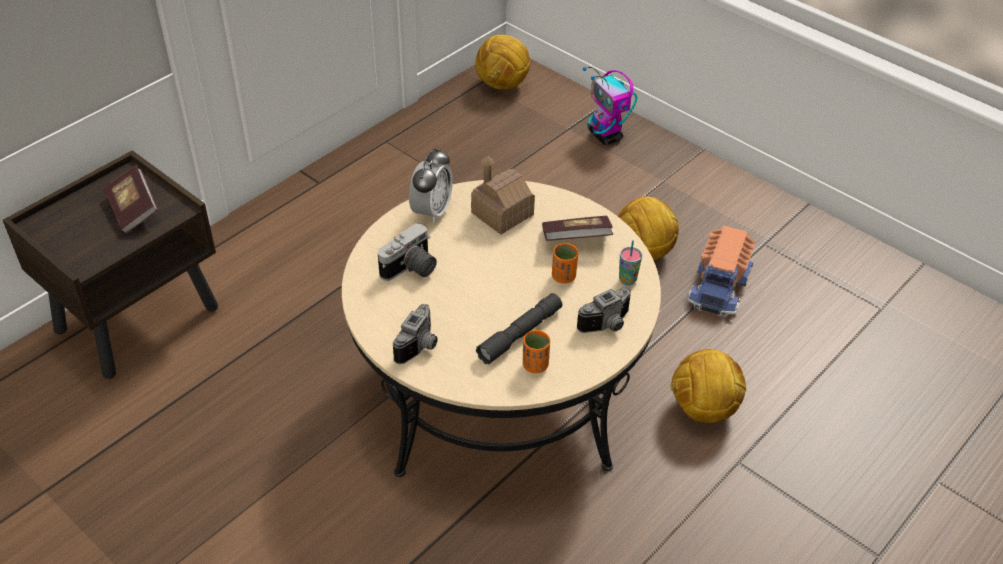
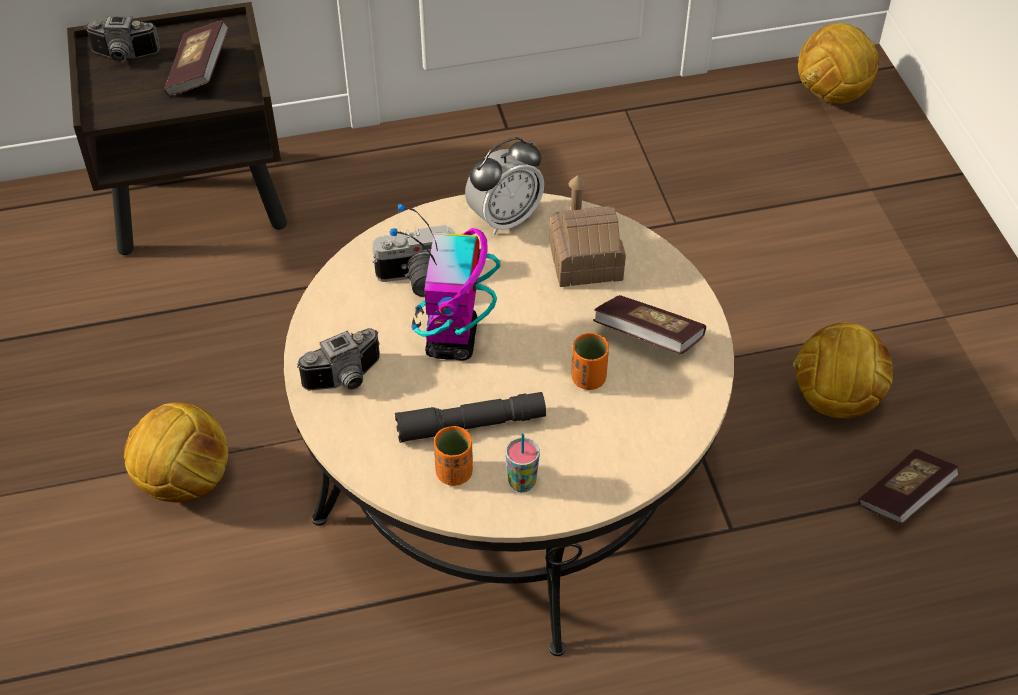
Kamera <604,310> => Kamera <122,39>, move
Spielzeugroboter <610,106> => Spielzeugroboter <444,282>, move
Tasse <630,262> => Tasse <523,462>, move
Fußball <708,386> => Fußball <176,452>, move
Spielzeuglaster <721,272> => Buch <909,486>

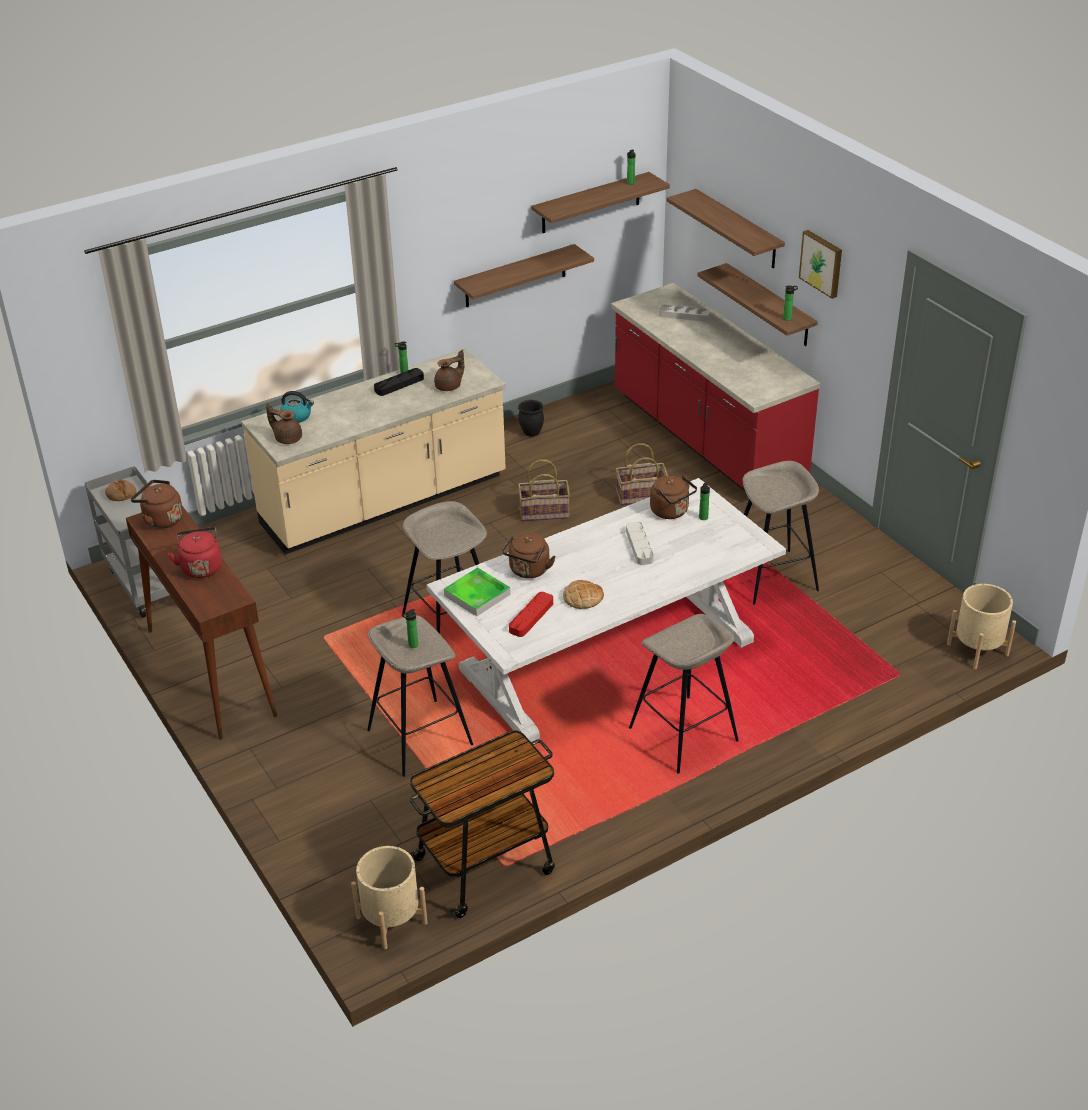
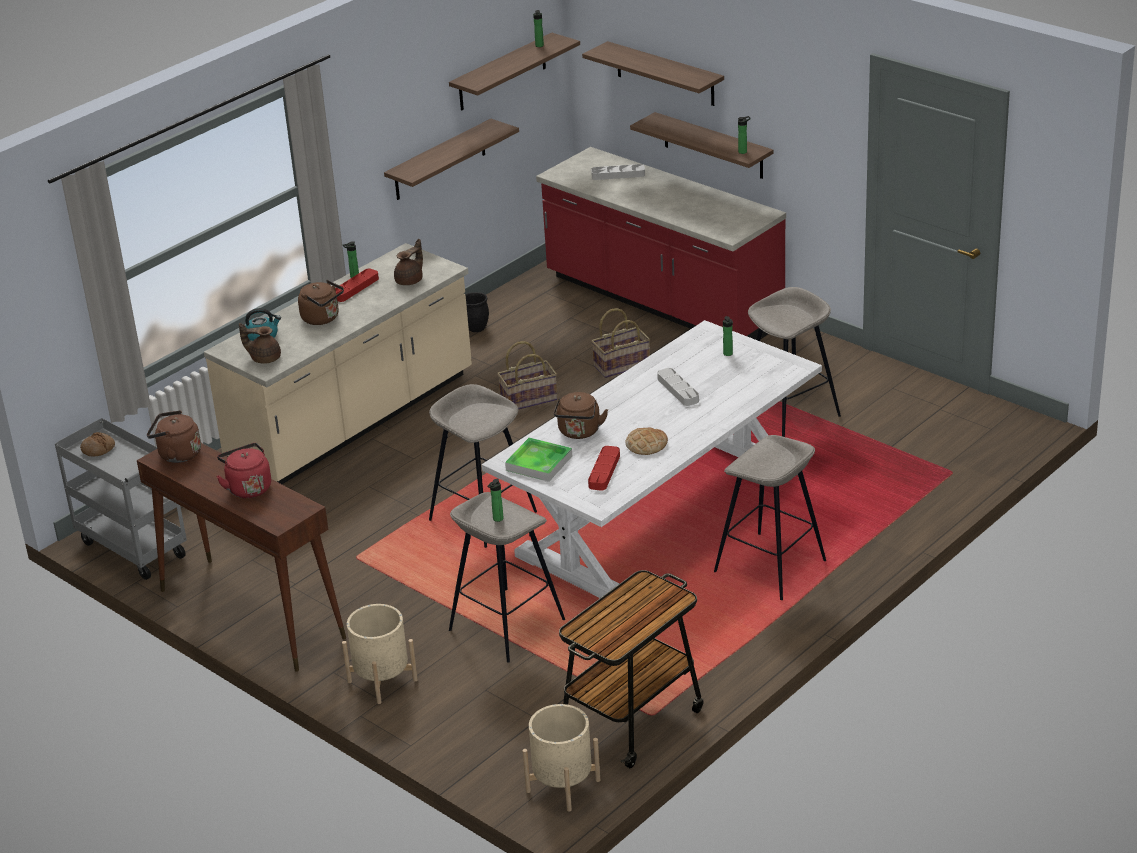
Tablett (schwarz) <399,382> => Tablett (rot) <357,285>
Wasserkessel (braun) <673,497> => Wasserkessel (braun) <321,302>, move
Bild <820,264> => nothing
Pflanzkübel (beige) <981,626> => Pflanzkübel (beige) <380,654>, move

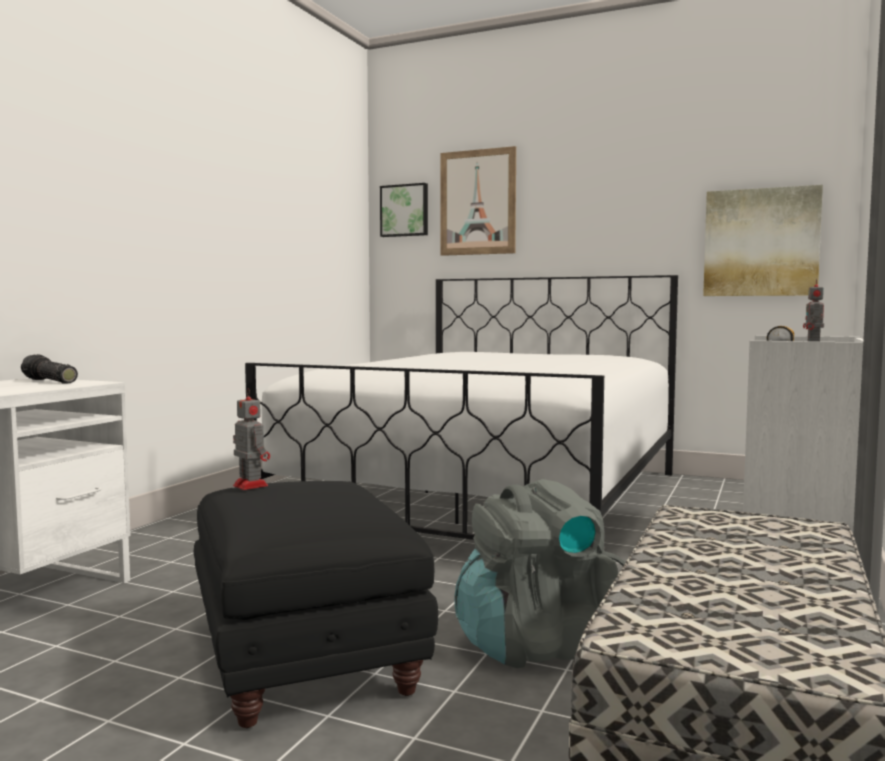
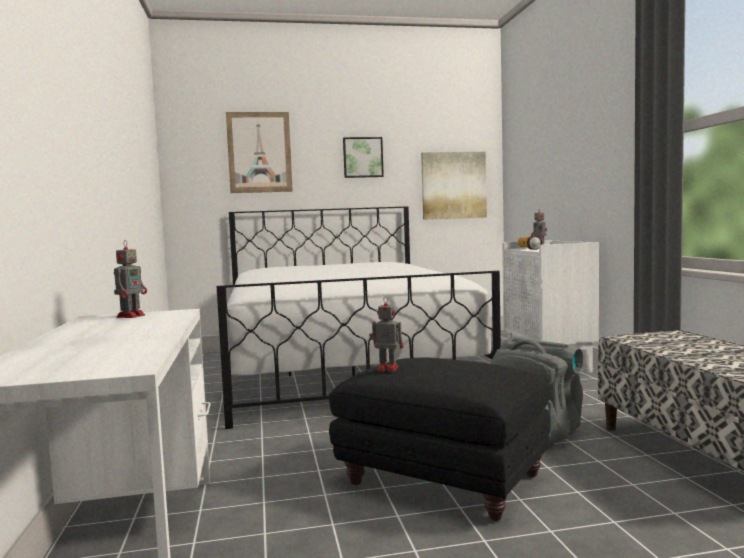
Taschenlampe <49,369> => Spielzeugroboter <130,279>
Bild <404,210> => Bild <363,157>, move

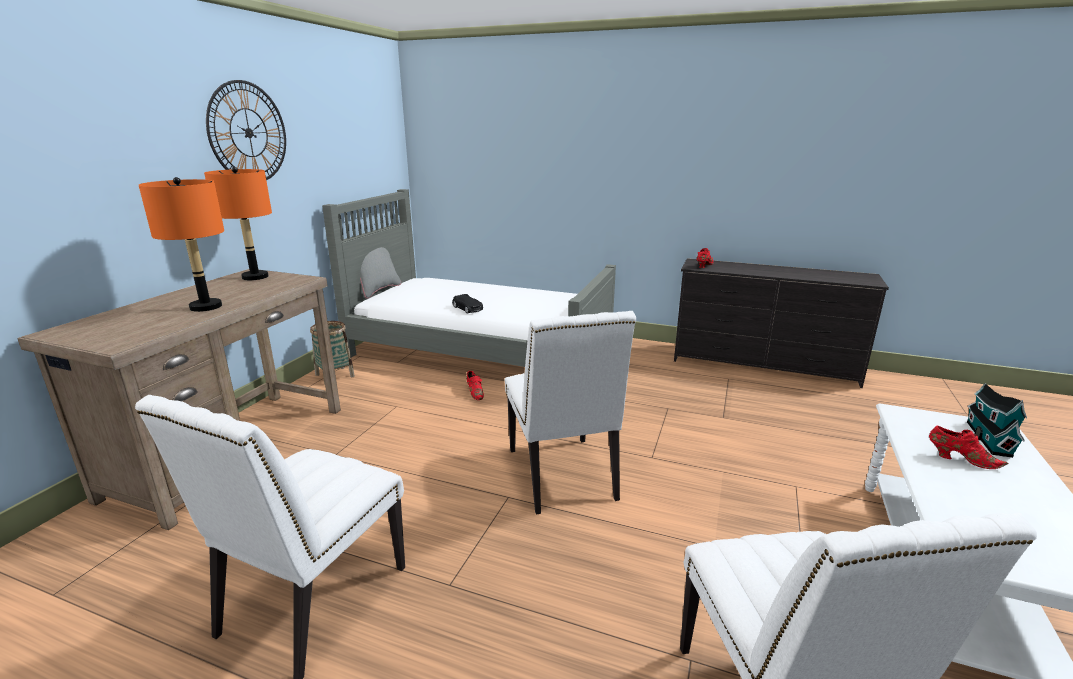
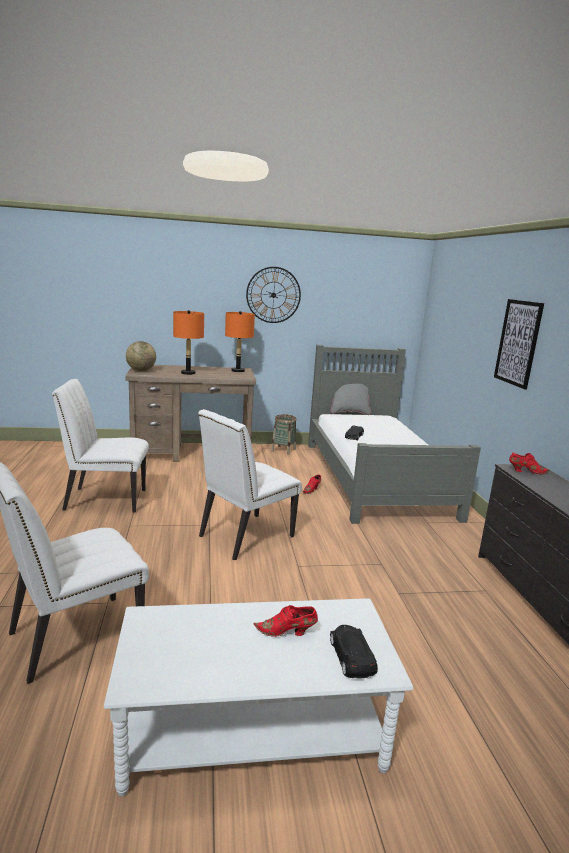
Schuh (rot) <968,447> => Schuh (rot) <286,621>, 90 degrees clockwise
Spielzeughaus <997,420> => Spielzeugauto (schwarz) <354,652>
nothing => Globus <141,356>
nothing => Bild <519,344>

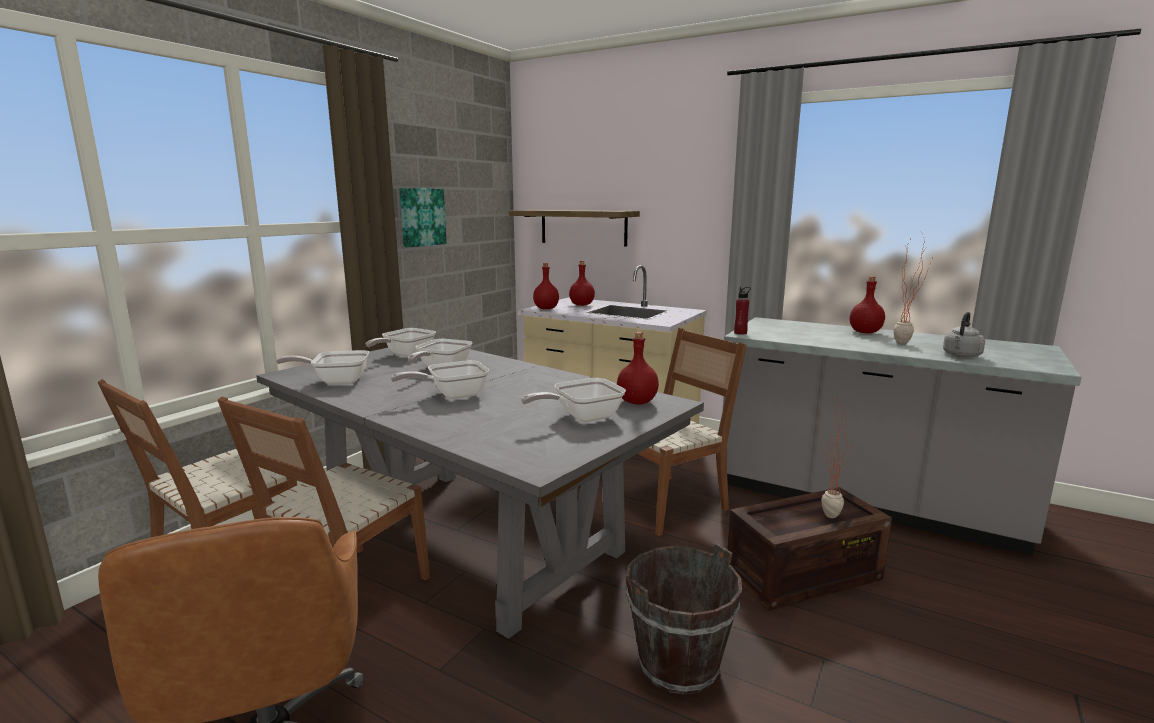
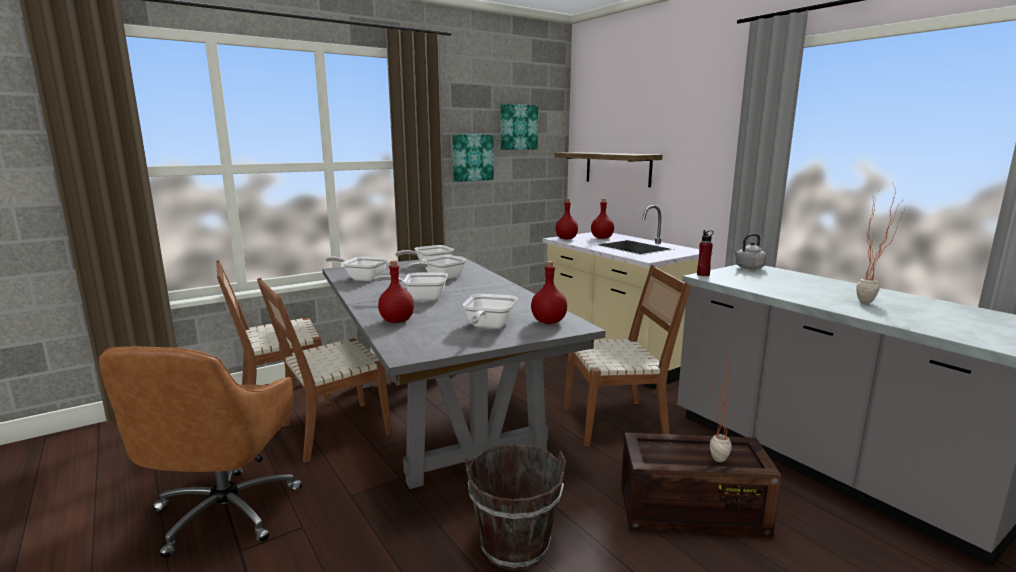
Pfanne <573,400> => Pfanne <490,311>, 75 degrees counterclockwise
Flasche (rot) <867,304> => Flasche (rot) <396,292>, move
Wasserkessel (grau) <964,335> => Wasserkessel (grau) <749,251>, move
nothing => Bild <519,127>

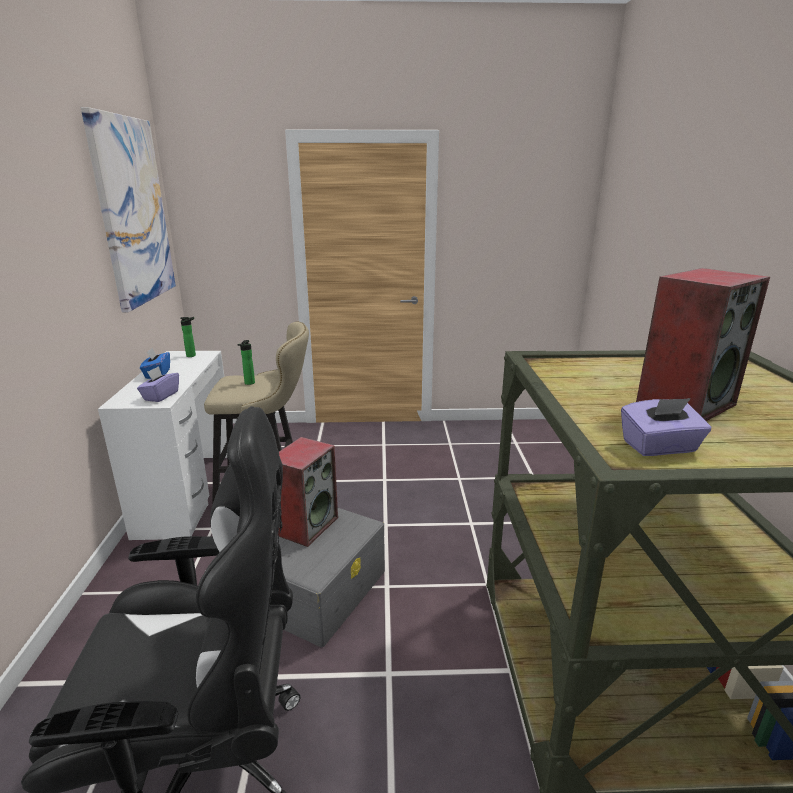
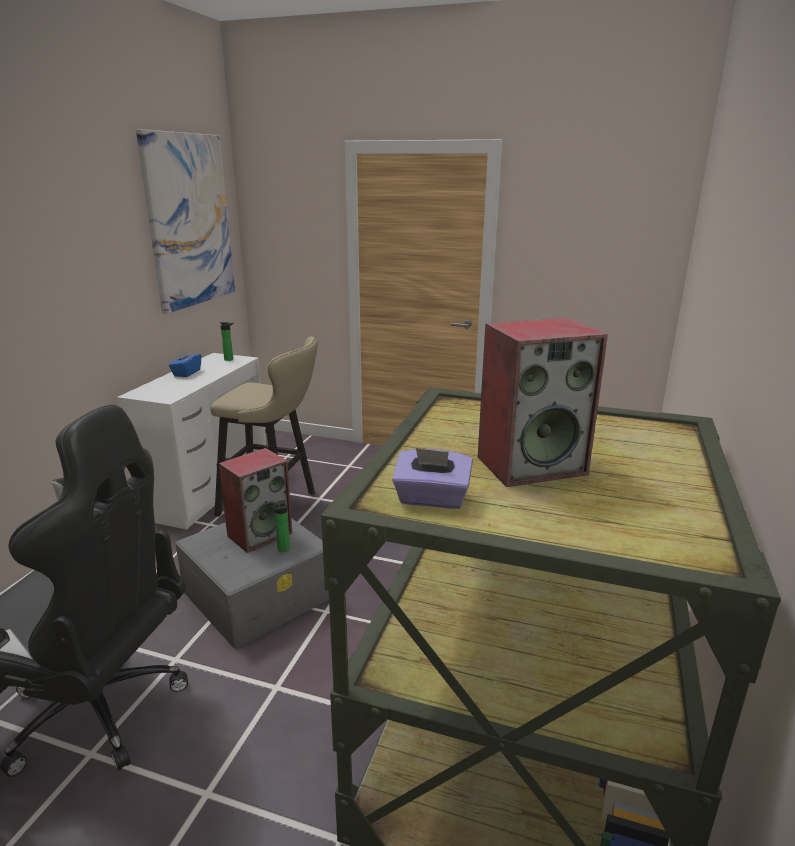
Taschentuchbox (lila) <158,384> => nothing
Flasche <246,362> => Flasche <279,526>, move

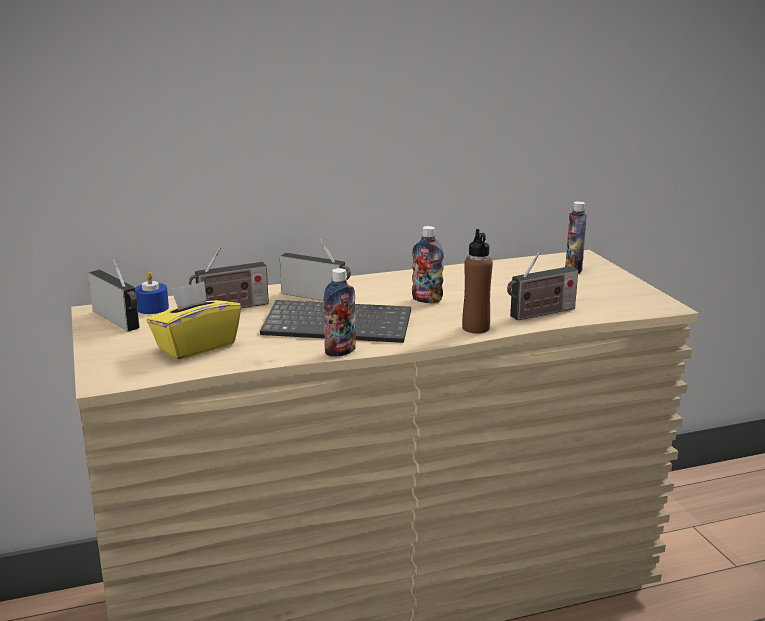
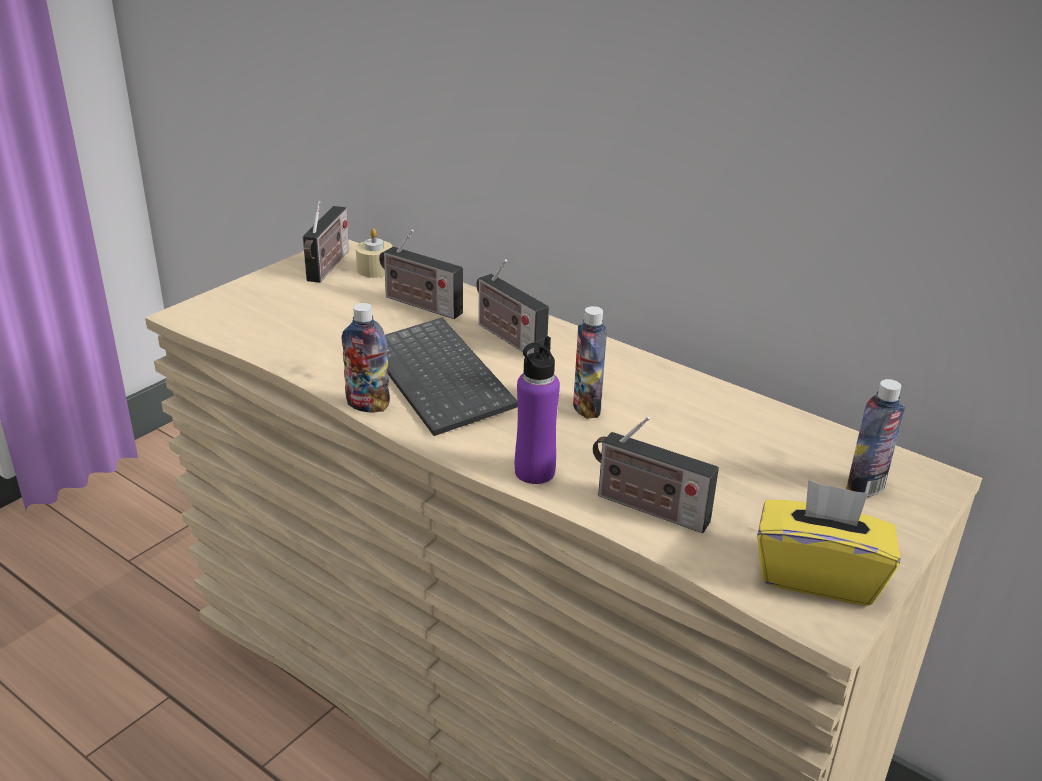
Kerze (blau) <152,293> => Kerze (beige) <374,253>
Taschentuchbox (gelb) <194,320> => Taschentuchbox (gelb) <828,543>, move
Radio <315,270> => Radio <512,307>, 150 degrees clockwise
Flasche (braun) <477,281> => Flasche (lila) <537,410>

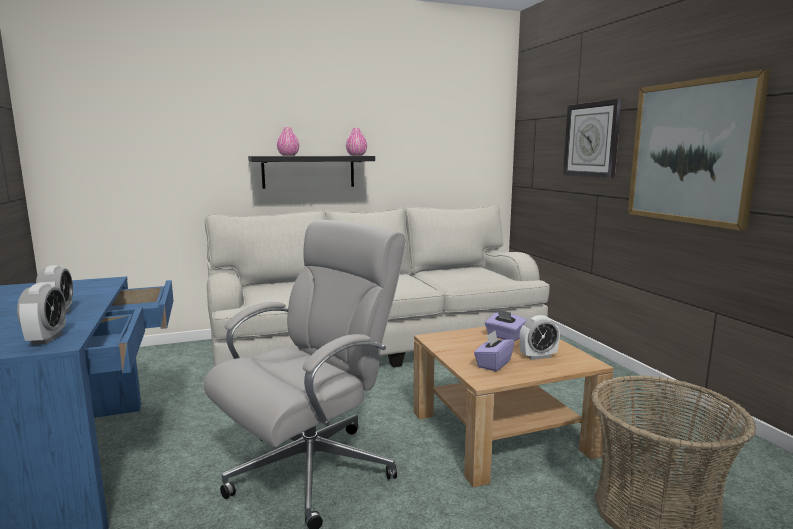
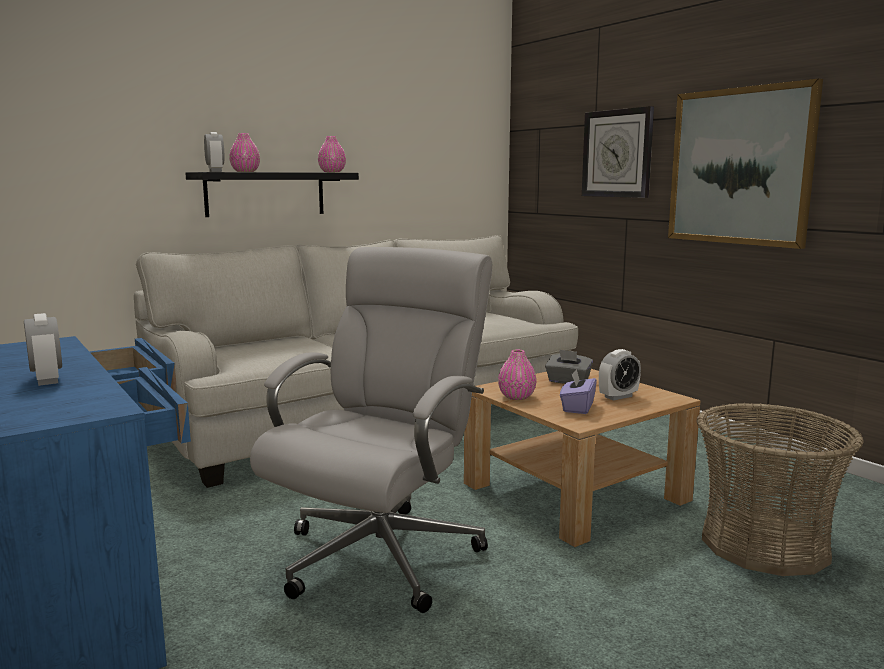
Wecker <41,314> => Wecker <214,152>, move
Taschentuchbox (lila) <506,325> => Taschentuchbox (grau) <569,366>
nothing => Vase (rosa) <517,374>

